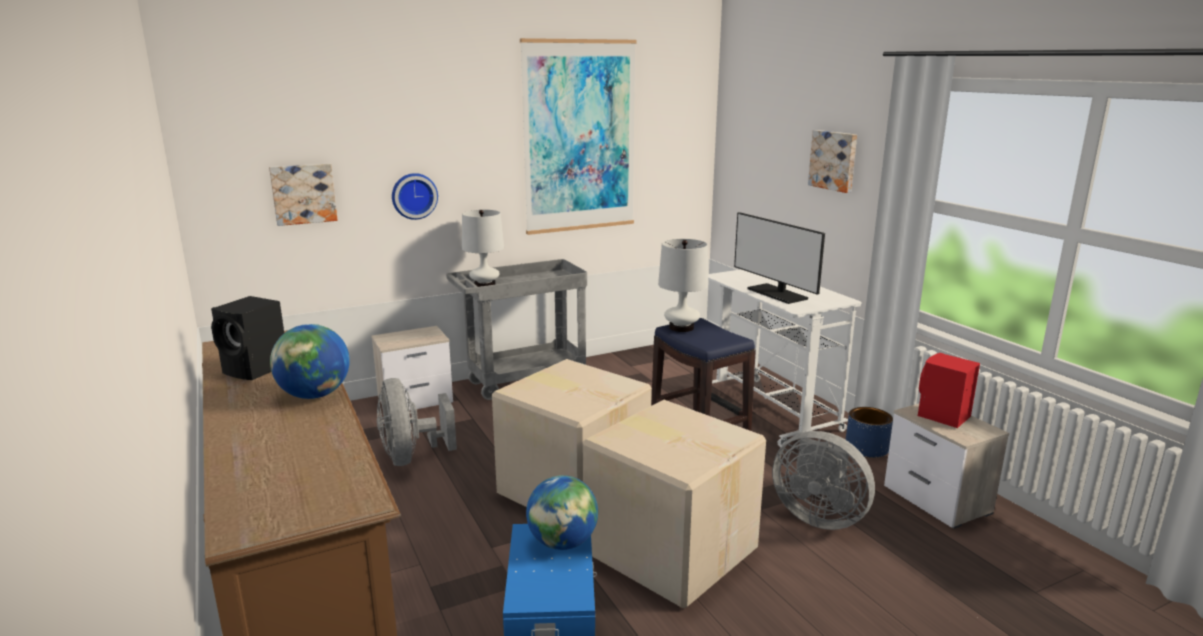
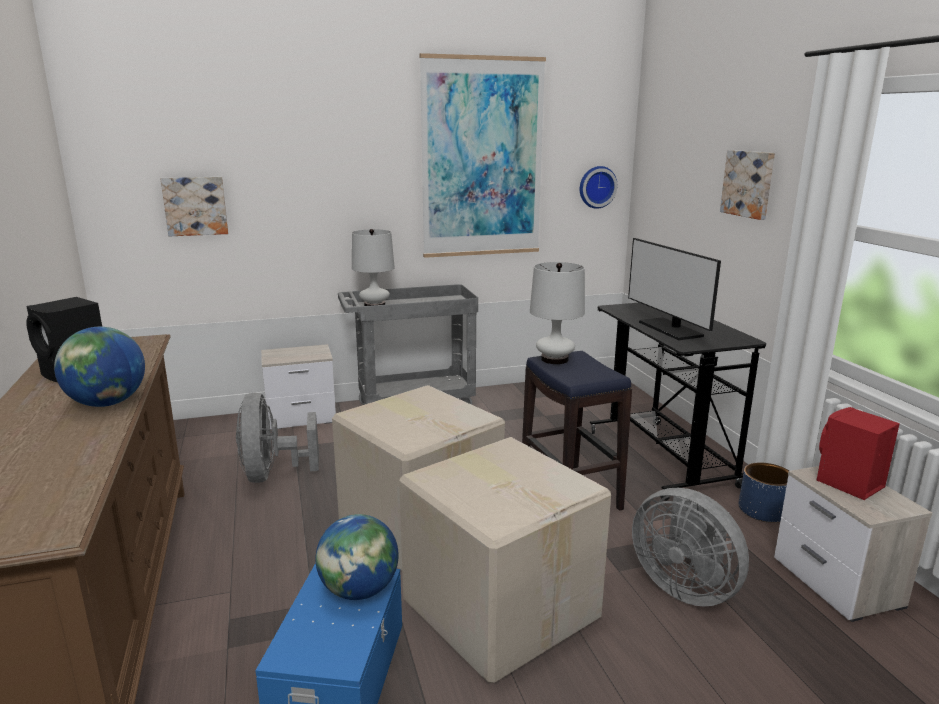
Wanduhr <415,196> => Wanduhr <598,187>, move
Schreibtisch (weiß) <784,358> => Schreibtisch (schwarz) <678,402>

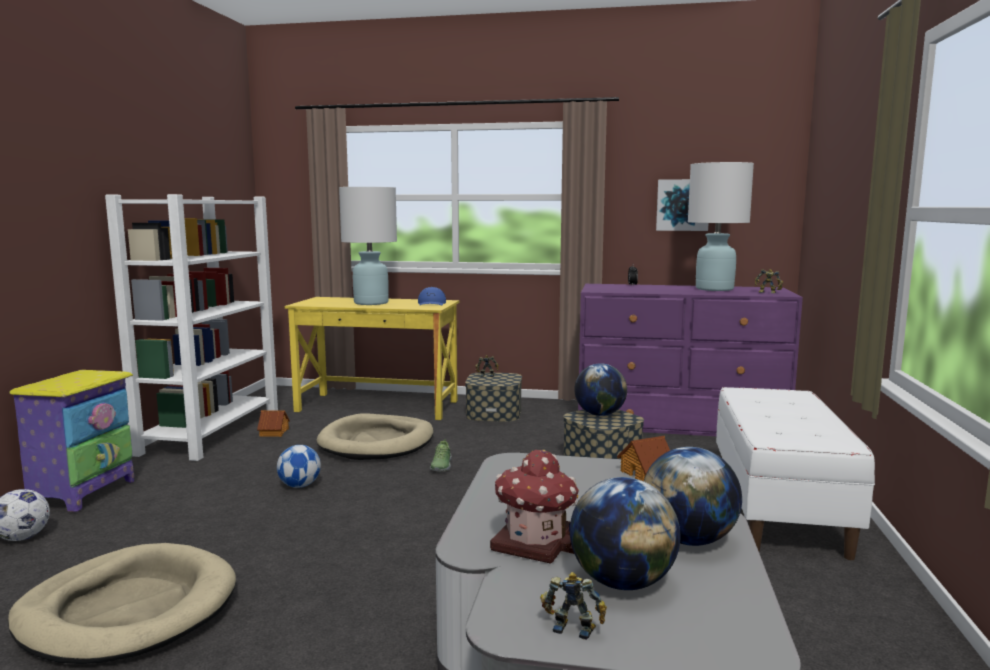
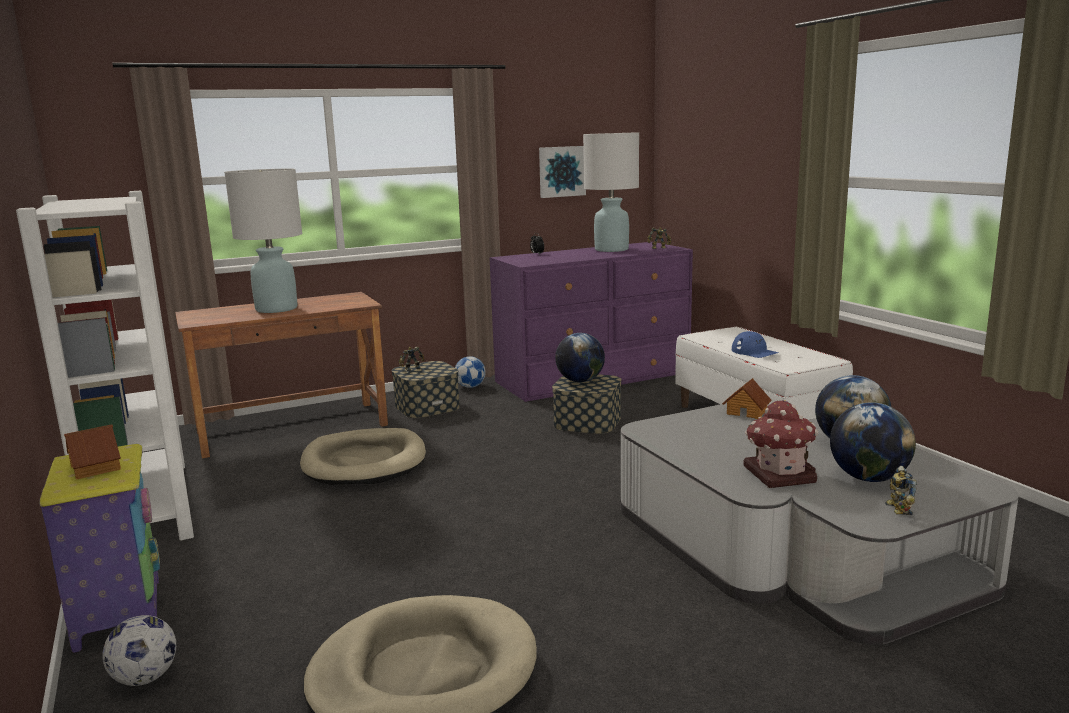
Spielzeughaus <273,423> => Spielzeughaus <92,452>, move
Fußball <299,466> => Fußball <470,372>, move
Schreibtisch (gelb) <372,358> => Schreibtisch (braun) <281,375>
Kappe (blau) <432,296> => Kappe (blau) <755,344>, move
Schuh <441,455> => nothing
Spielzeugroboter <573,606> => Spielzeugroboter <901,490>, 75 degrees counterclockwise

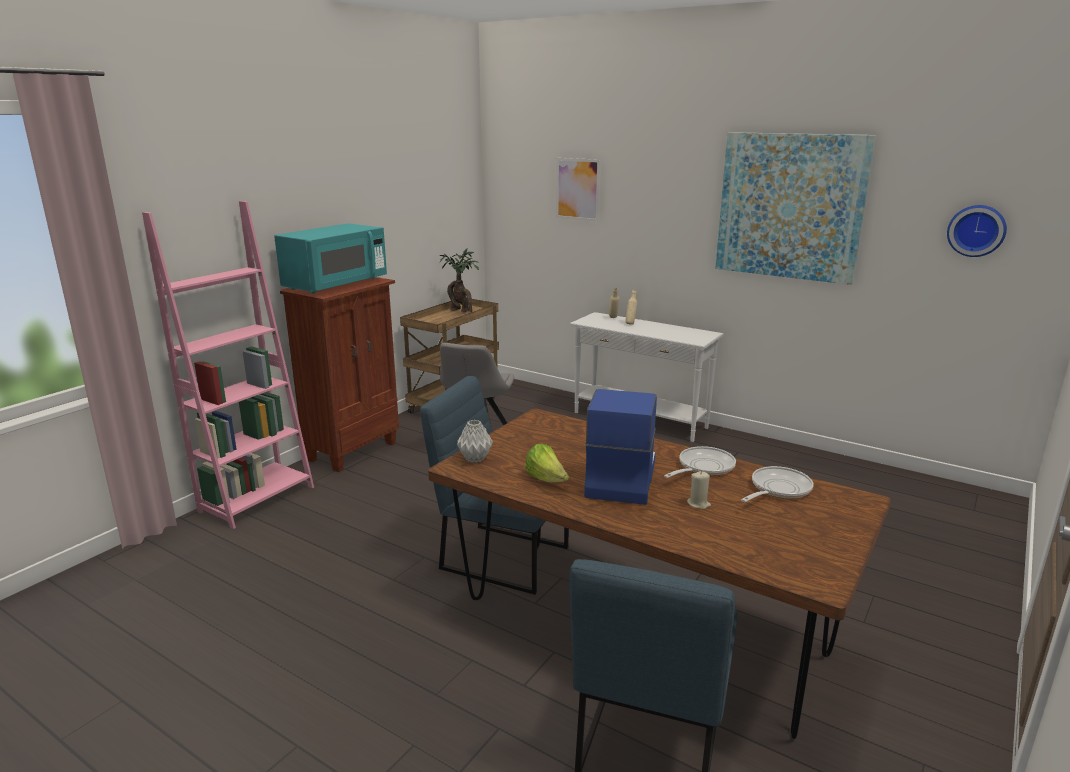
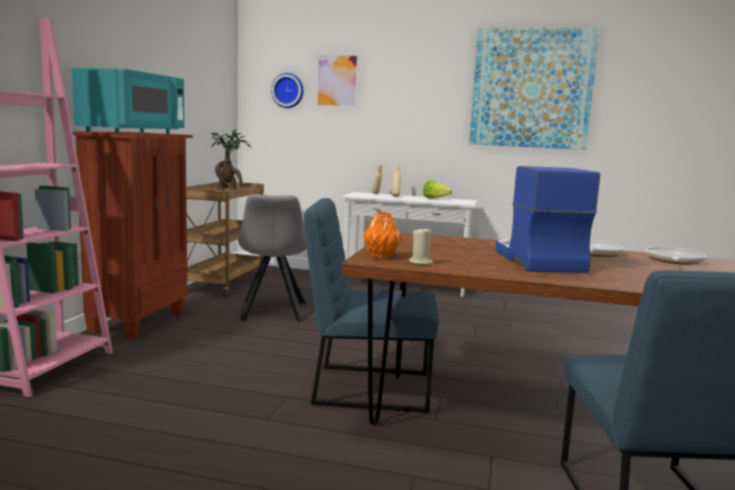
Vase (grau) <475,441> => Vase (orange) <382,235>
Salatkopf <547,463> => Salatkopf <437,189>, move
Kerze (beige) <699,490> => Kerze (beige) <421,246>, move
Wanduhr <977,231> => Wanduhr <287,90>, move

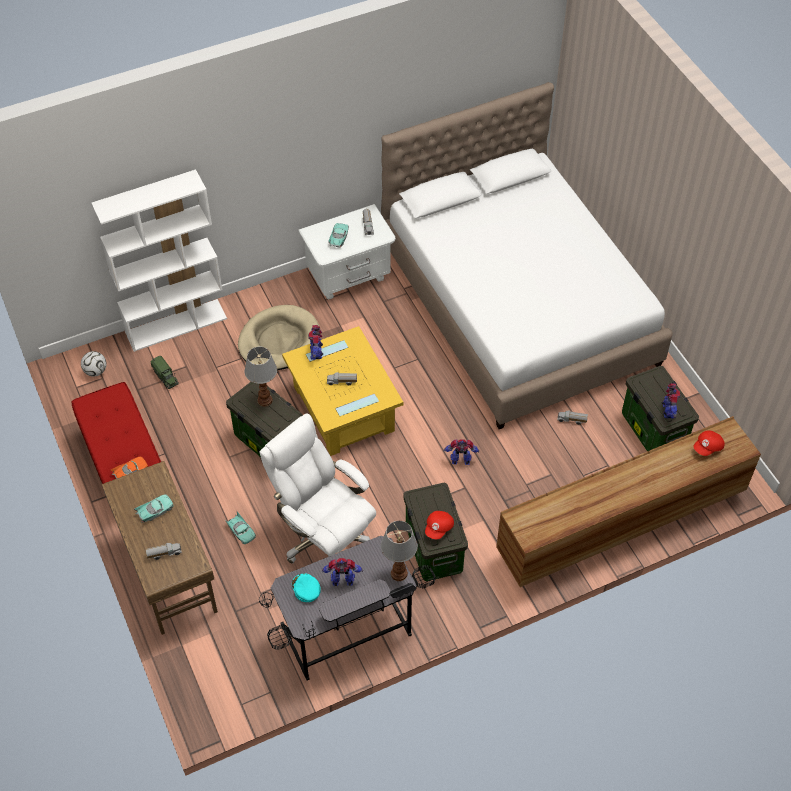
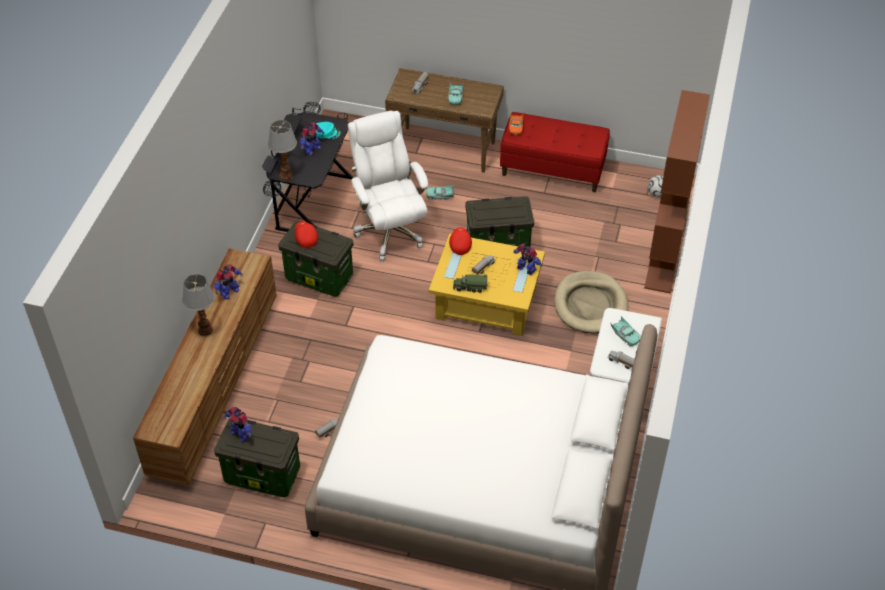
Bücherregal (weiß) <159,261> => Bücherregal (braun) <677,191>
Spielzeuglaster <165,372> => Spielzeuglaster <470,283>, move
Tischlampe <261,377> => Tischlampe <198,305>, move
Bürostuhl (weiß) <317,488> => Bürostuhl (weiß) <388,186>, 105 degrees counterclockwise
Spielzeugroboter <461,452> => Spielzeugroboter <228,282>, move
Kappe (rot) <709,443> => Kappe (rot) <460,241>, move

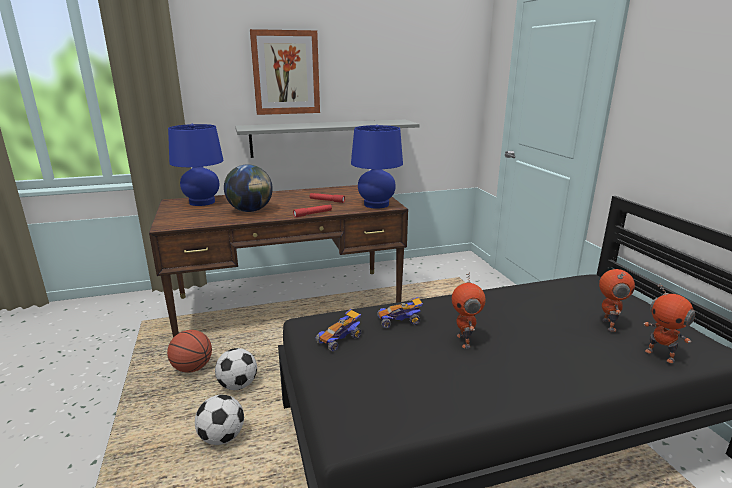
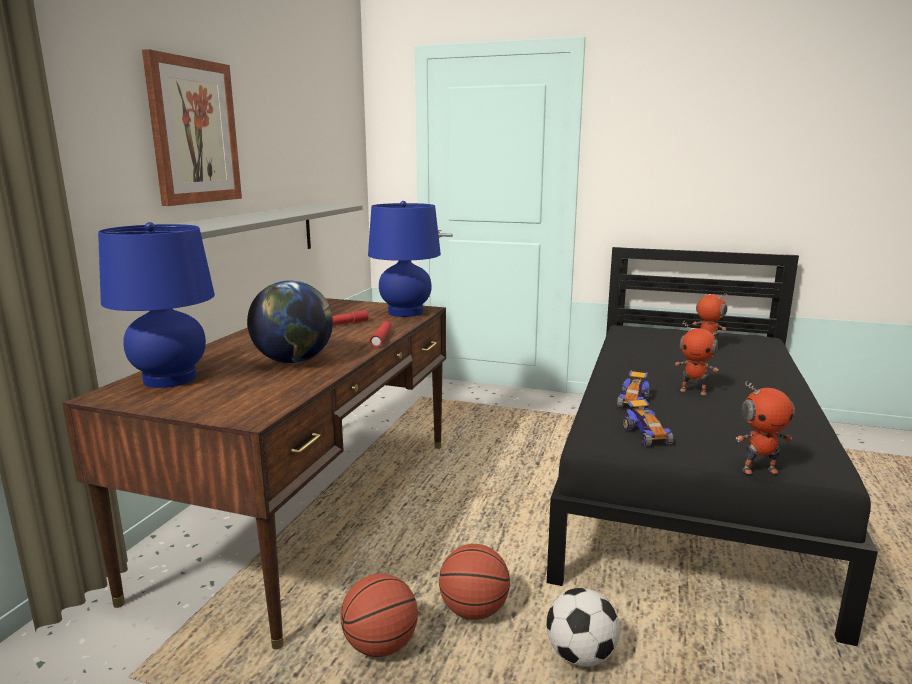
Fußball <236,369> => Basketball <474,582>
Spielzeugroboter <669,323> => Spielzeugroboter <765,427>, move

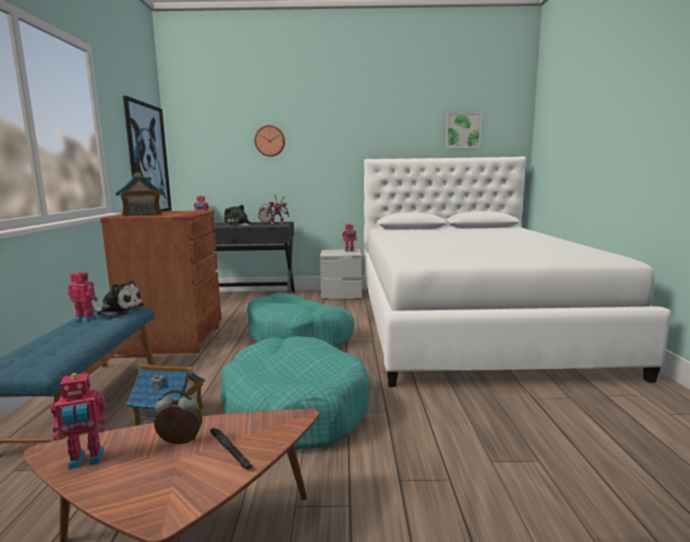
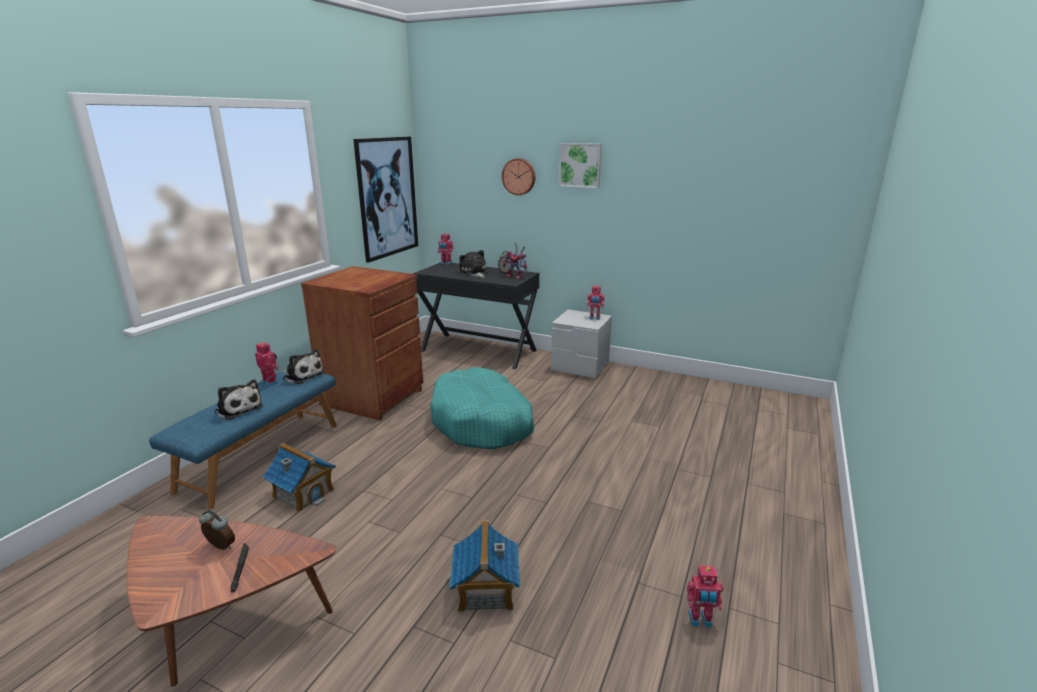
Spielzeugroboter <78,421> => Spielzeugroboter <705,596>, move
Spielzeughaus <139,195> => Spielzeughaus <485,566>, move
Hundebett (türkis) <295,393> => nothing
Bett (weiß) <517,272> => nothing
Bild <464,130> => Bild <580,165>, move
nothing => Plüschtier <239,399>

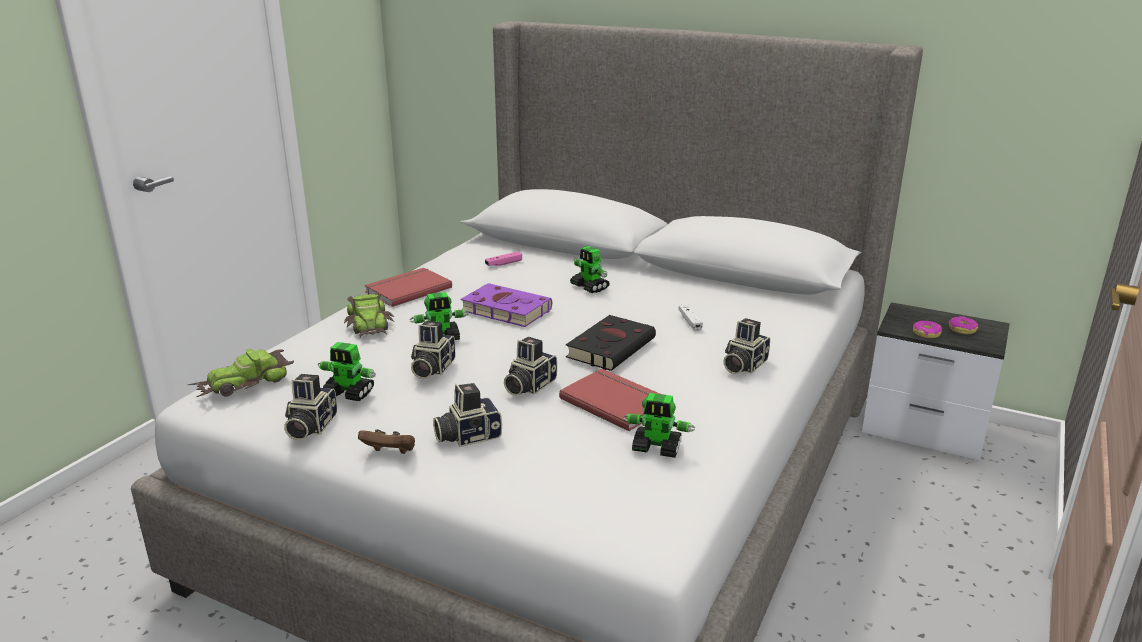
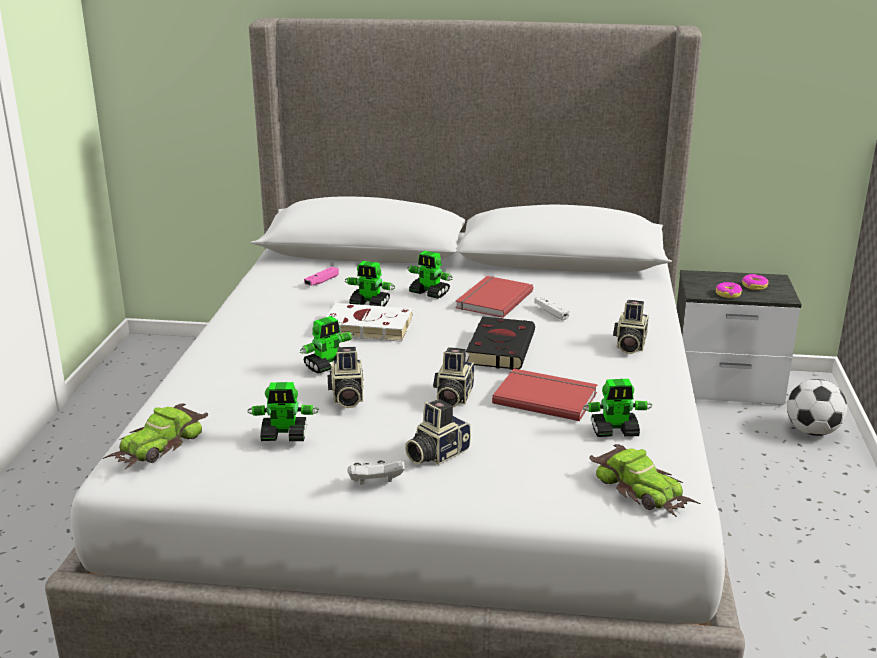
Kamera <310,407> => nothing
Spielzeugauto <369,315> => Spielzeugauto <644,480>, move
Gamepad (braun) <386,441> => Gamepad (weiß) <376,472>
Buch (rot) <408,287> => Buch (rot) <494,297>, move
Buch (lila) <506,305> => Buch (weiß) <369,322>
nothing => Spielzeugroboter <370,283>
nothing => Fußball <817,407>

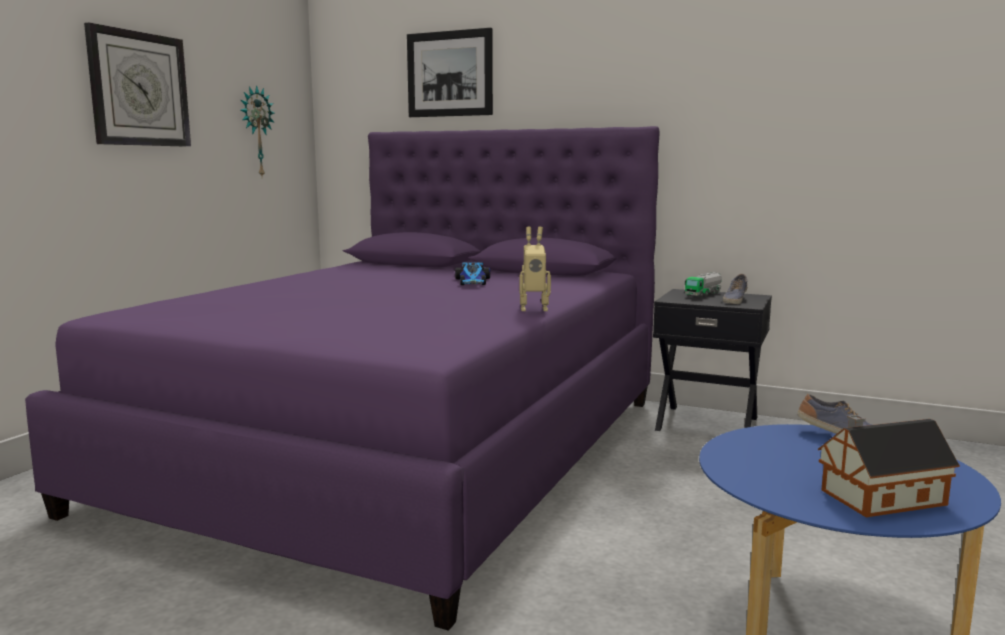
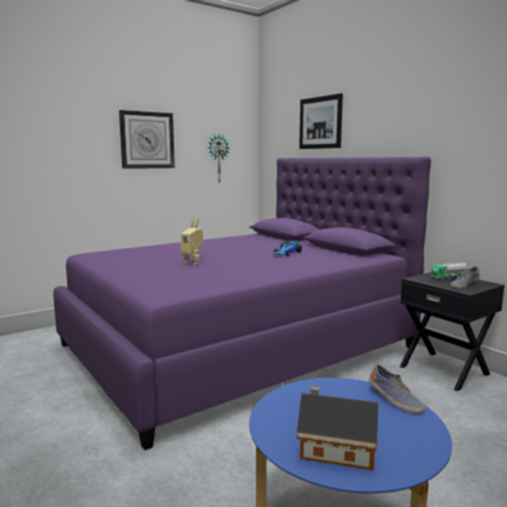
Spielzeugroboter <535,269> => Spielzeugroboter <191,241>, move

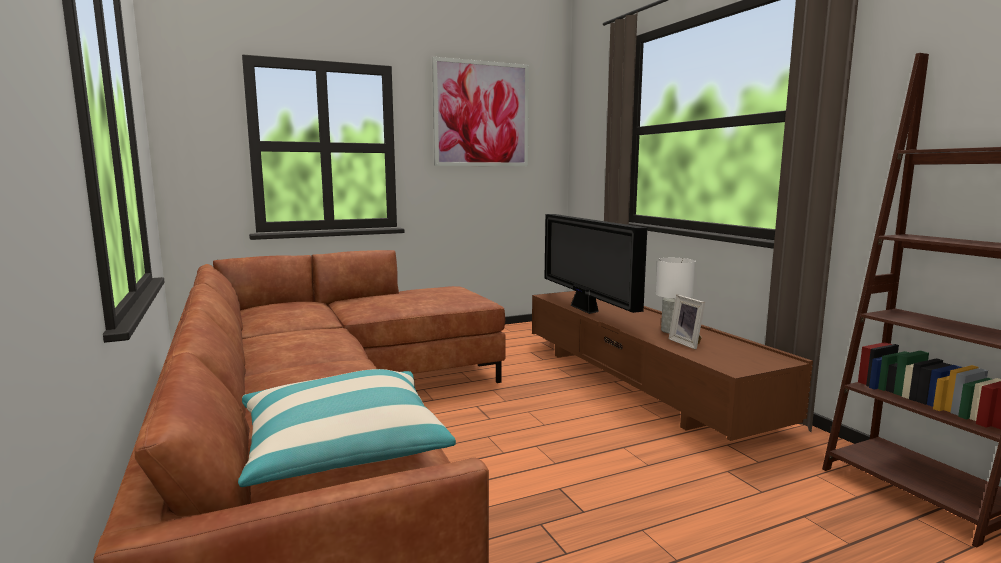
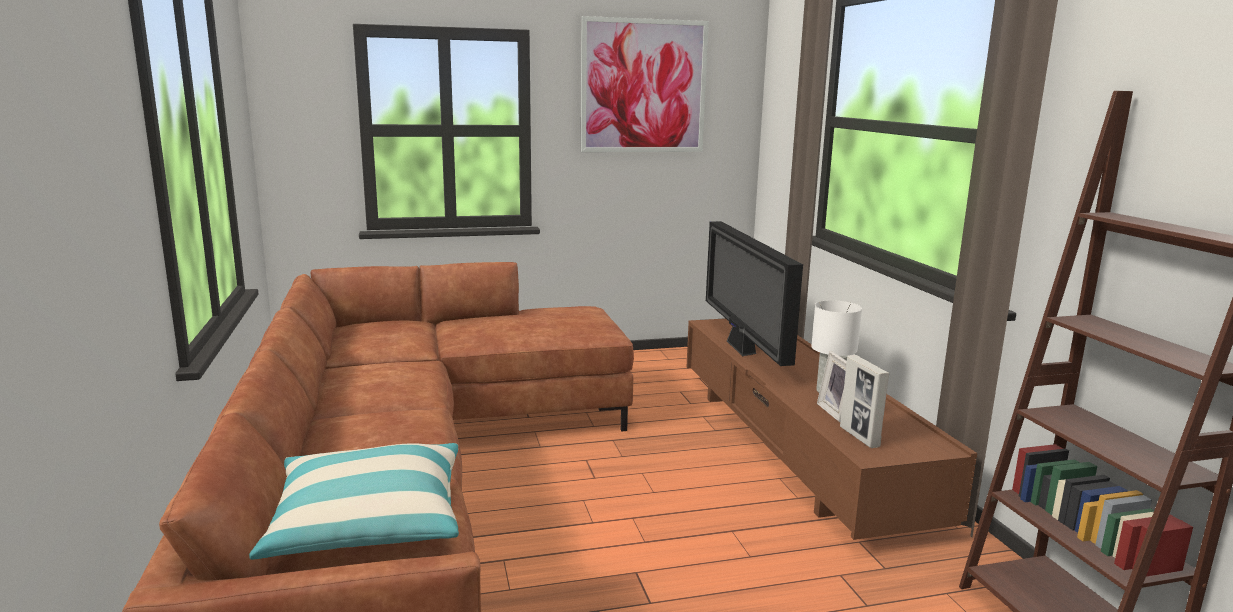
nothing => Bilderrahmen <865,401>

